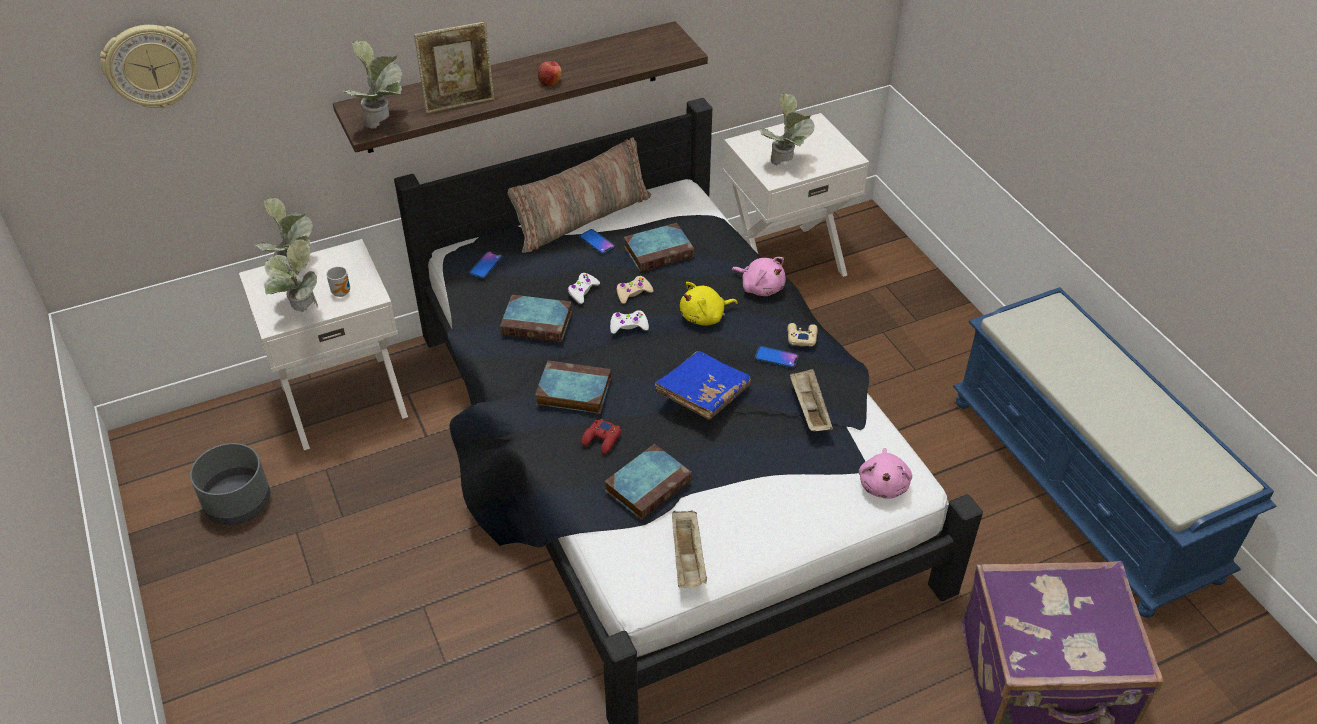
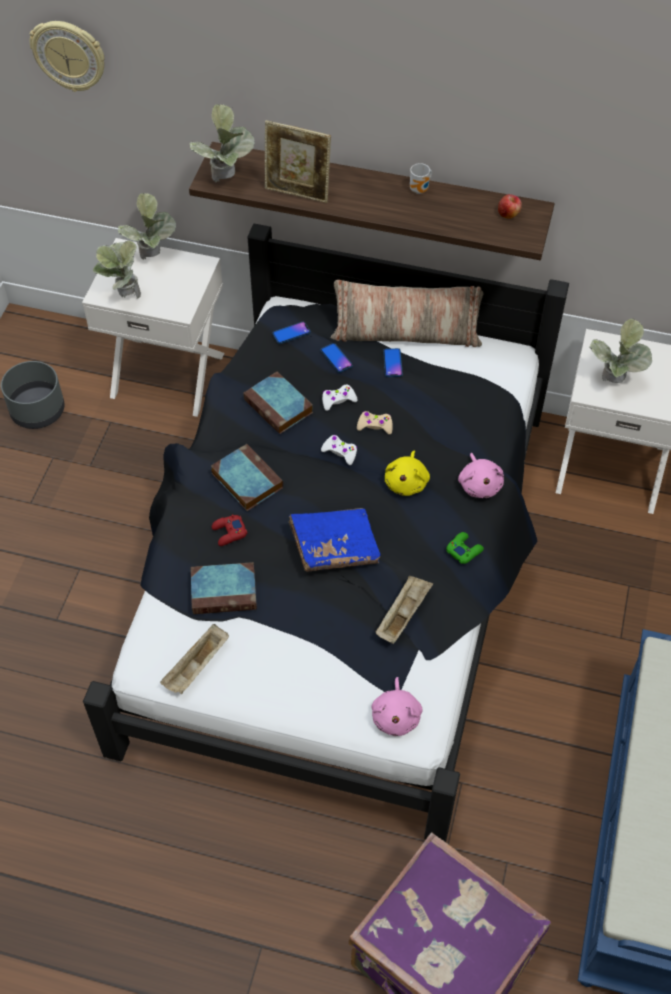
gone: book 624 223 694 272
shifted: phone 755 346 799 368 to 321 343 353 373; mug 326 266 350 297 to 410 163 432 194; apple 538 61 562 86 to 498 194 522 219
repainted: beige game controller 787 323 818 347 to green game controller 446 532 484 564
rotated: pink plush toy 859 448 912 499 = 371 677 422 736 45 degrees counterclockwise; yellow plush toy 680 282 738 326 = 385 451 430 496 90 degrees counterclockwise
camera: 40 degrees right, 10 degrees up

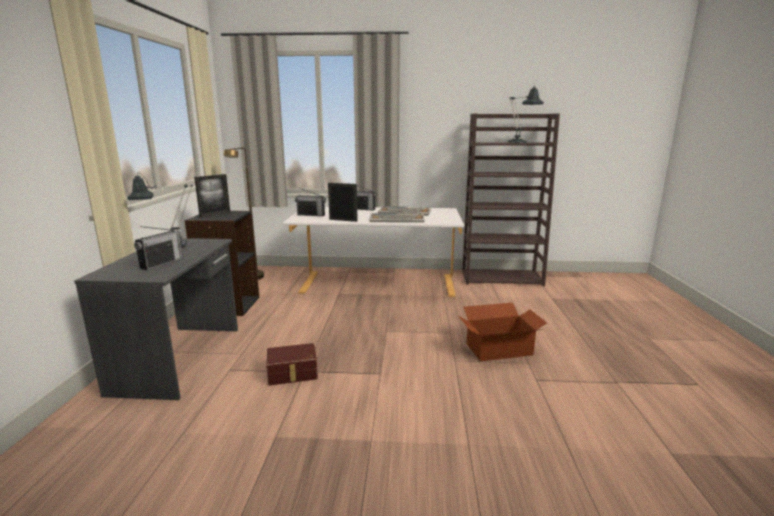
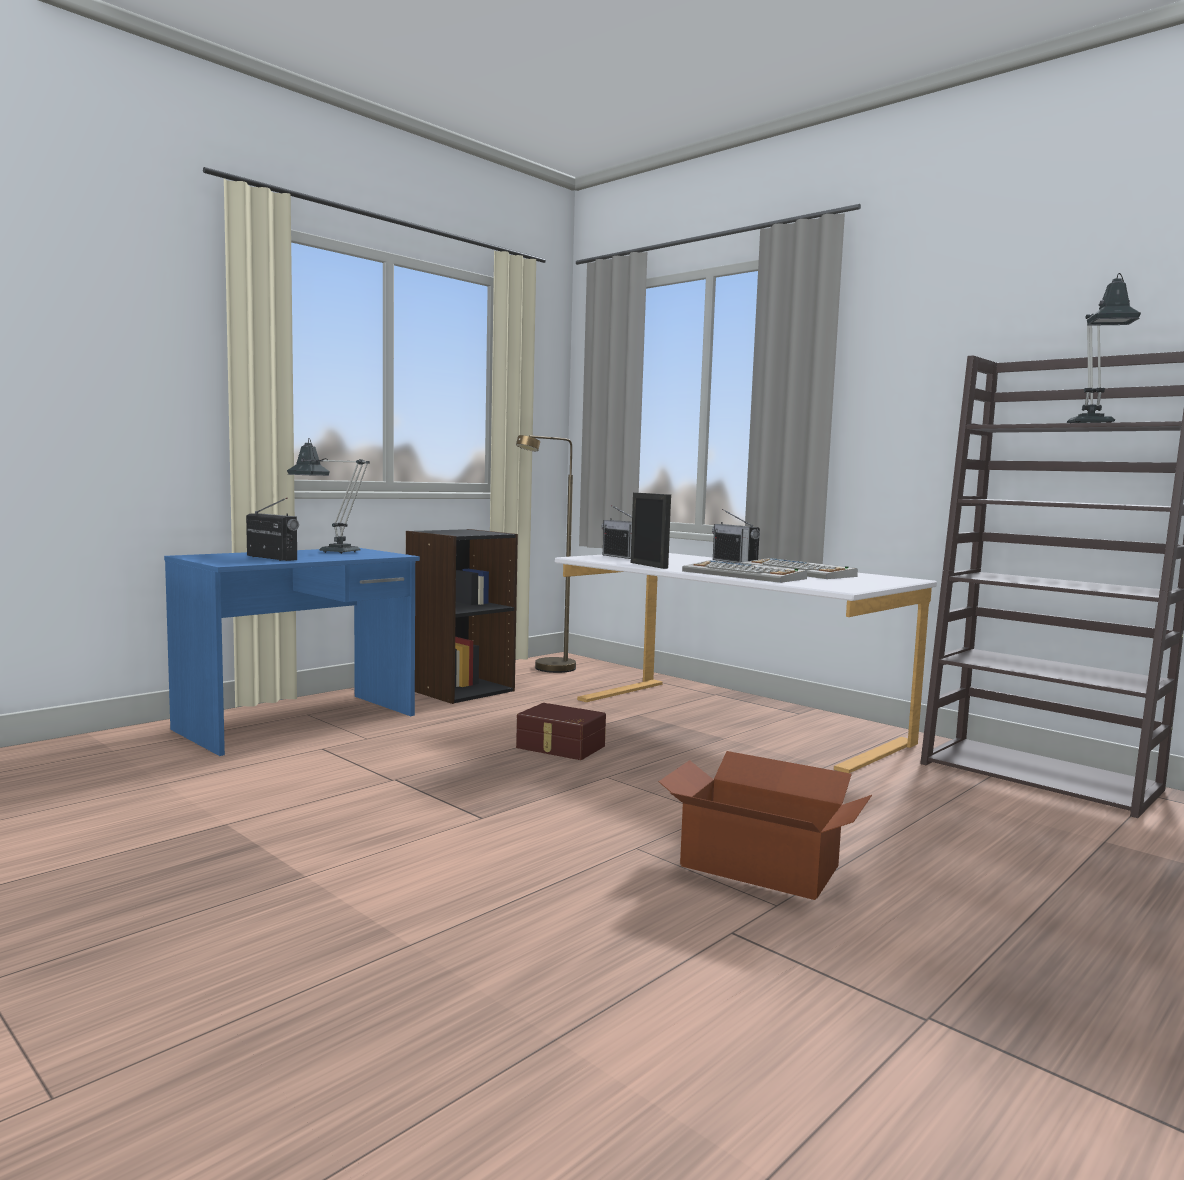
gone: picture frame 194 174 230 218
shifted: brown storage box 266 343 318 386 to 516 703 606 760
repainted: grey desk 74 238 238 400 to blue desk 164 548 420 756
rotated: radio 134 226 183 270 = 246 498 299 561 120 degrees counterclockwise
camera: 40 degrees right, 10 degrees down

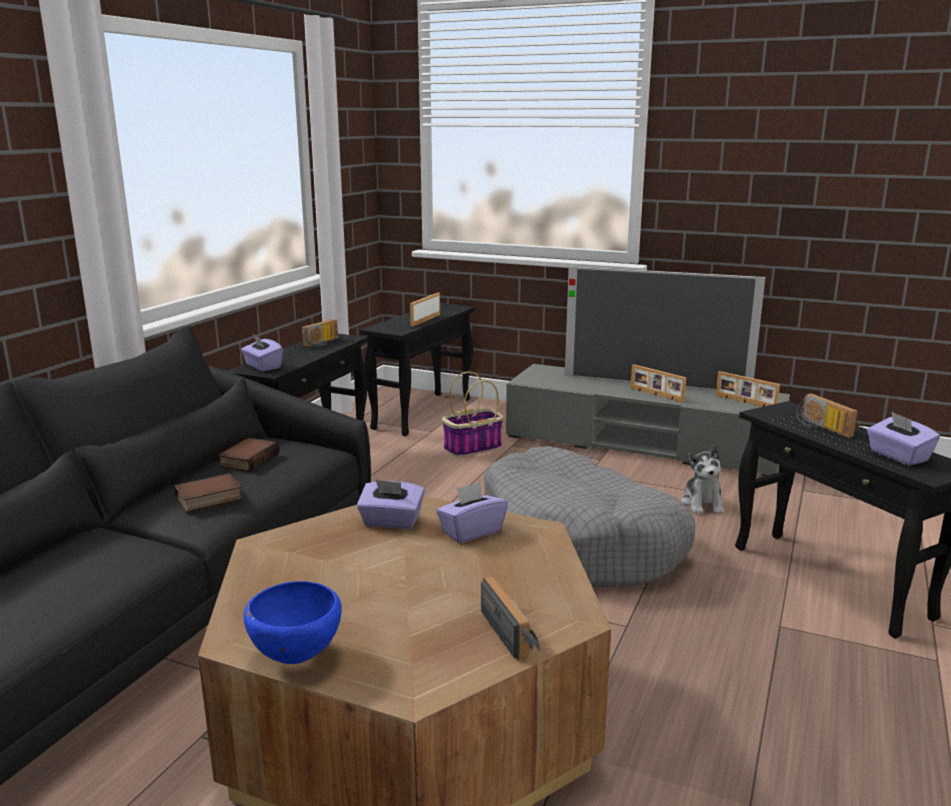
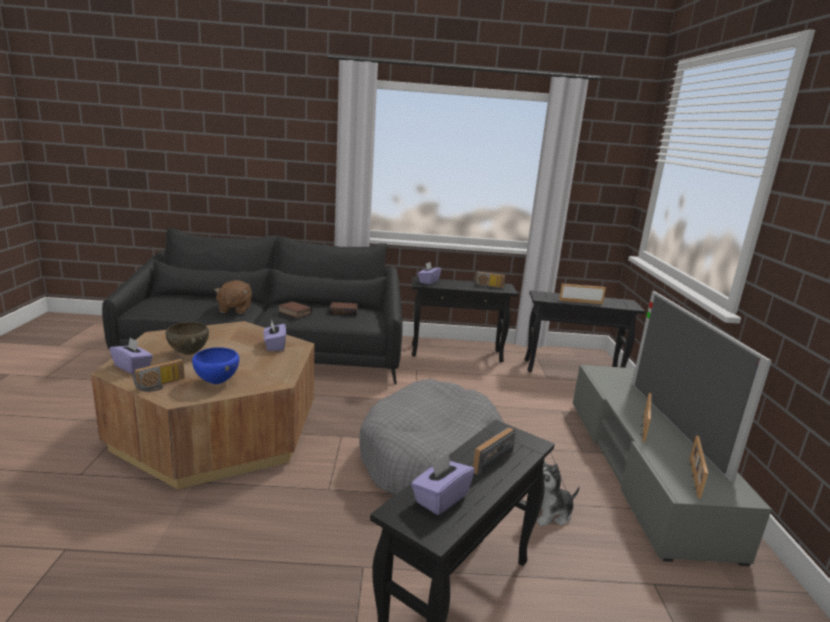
gone: basket 442 372 503 457
new: brown bowl 166 322 209 355; brown plush toy 214 280 252 314
shifted: purple tissue box 436 482 508 543 to 110 337 153 374; blue bowl 244 581 342 664 to 192 347 239 384
camera: 65 degrees right, 0 degrees up

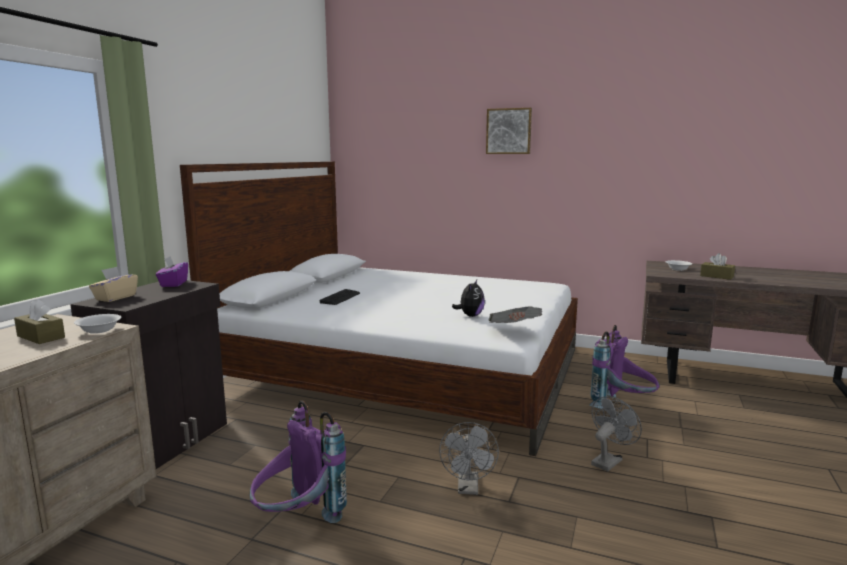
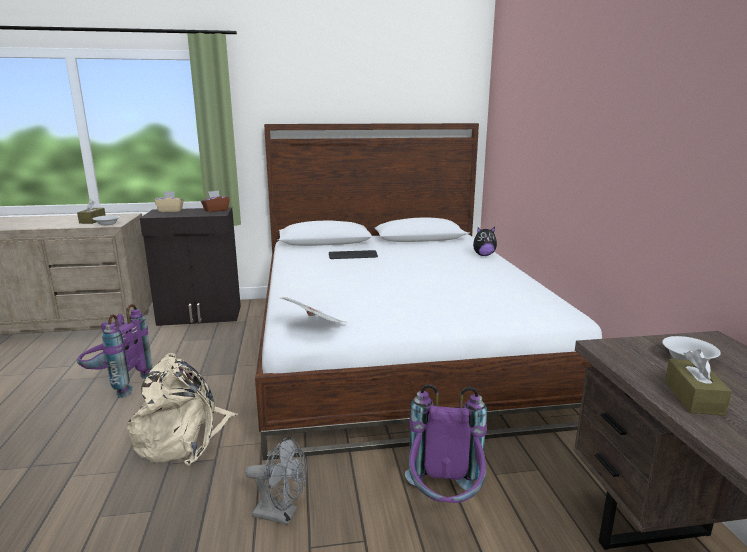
gone: picture 486 108 532 154
shifted: plush toy 452 280 485 317 to 473 227 497 256
swapped: grey fan 439 422 499 495 to beige backpack 127 353 238 466
repainted: purple tissue box 156 256 188 287 to brown tissue box 201 190 230 212
camera: 60 degrees right, 5 degrees up

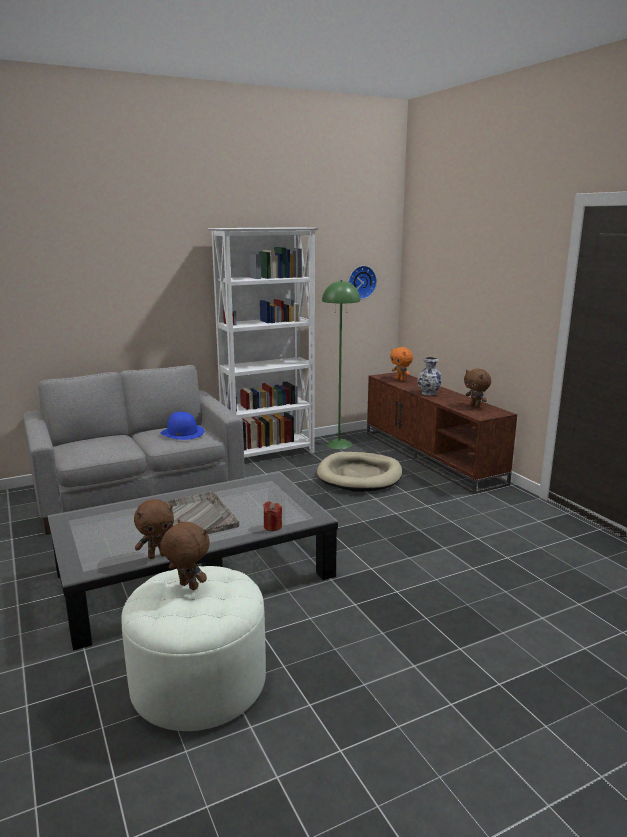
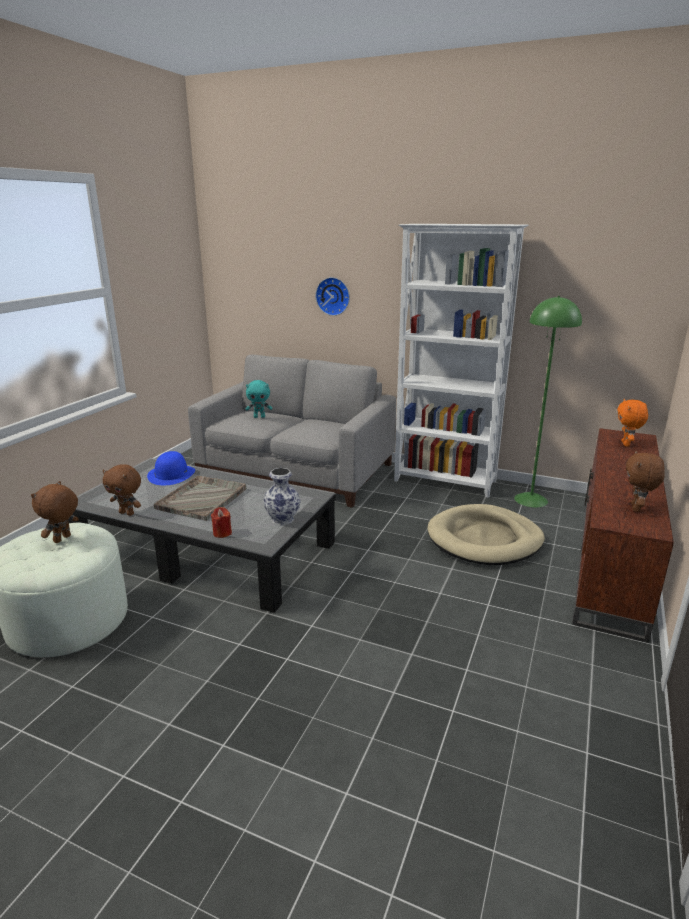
new: turquoise plush toy 246 380 272 418
shifted: blue hat 161 412 204 440 to 147 451 195 485; vase 418 357 442 396 to 263 468 301 525; wall clock 348 266 377 299 to 315 277 350 316
rotated: brown plush toy 161 519 210 590 = 31 481 79 543 150 degrees counterclockwise
camera: 50 degrees right, 5 degrees up

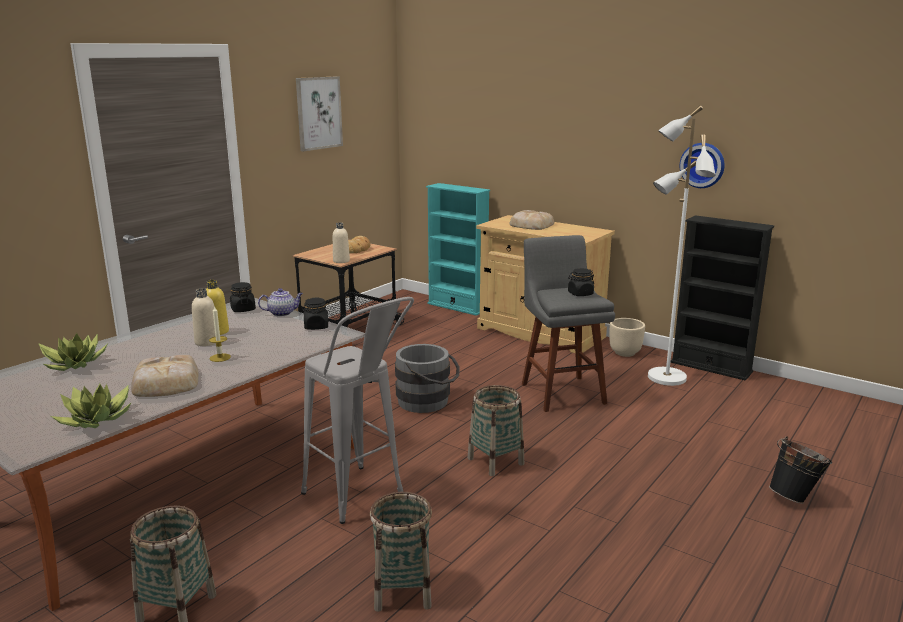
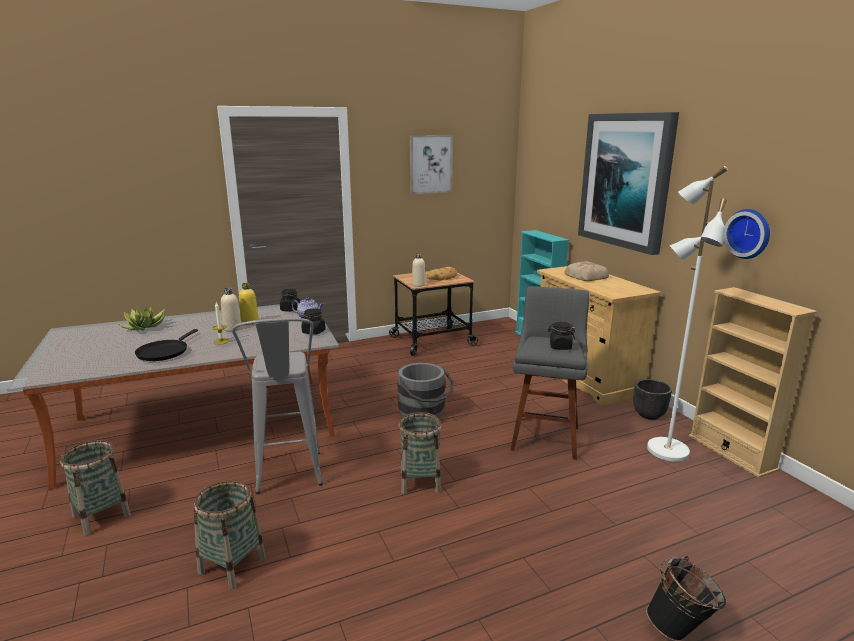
gone: potted plant 51 384 132 428
new: picture 578 112 679 255
swapped: bread 131 355 199 397 to black frying pan 135 329 198 361
repainted: beige planter 609 318 645 357 to black planter 633 379 672 420; black bookcase 671 215 774 381 to beige bookcase 689 287 817 478
camera: 30 degrees right, 0 degrees up

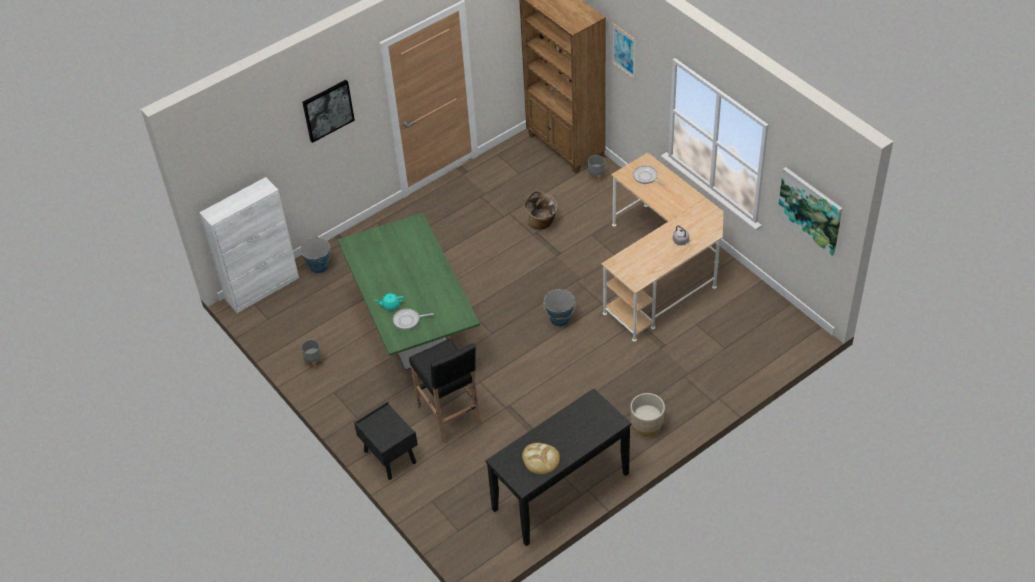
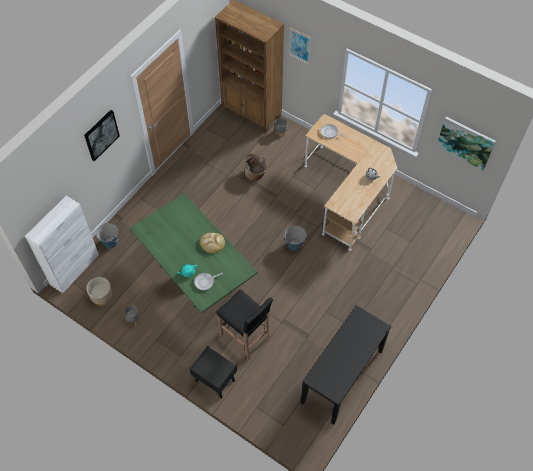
shifted: beige planter 630 393 665 437 to 86 277 112 306; bread 522 443 560 474 to 200 233 225 253
camera: 20 degrees left, 10 degrees up

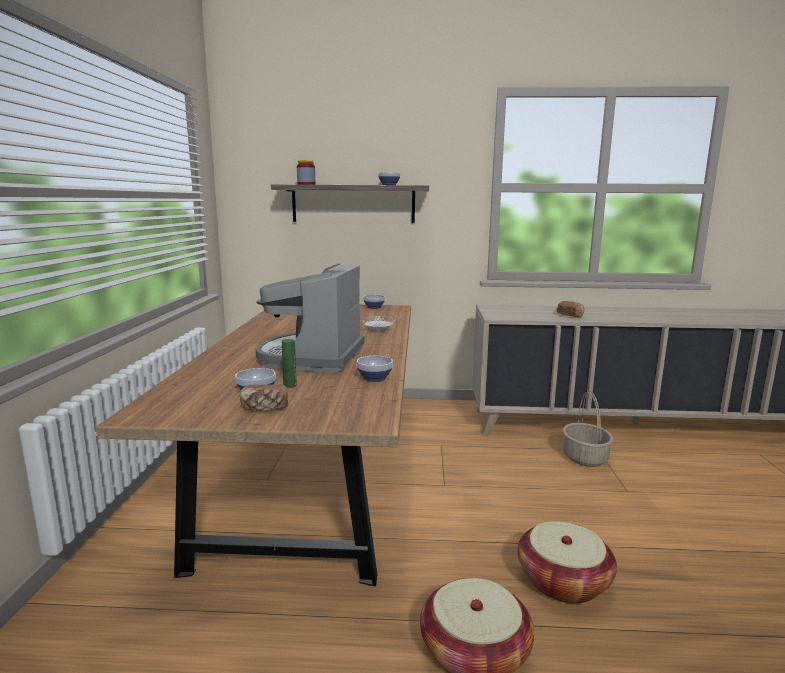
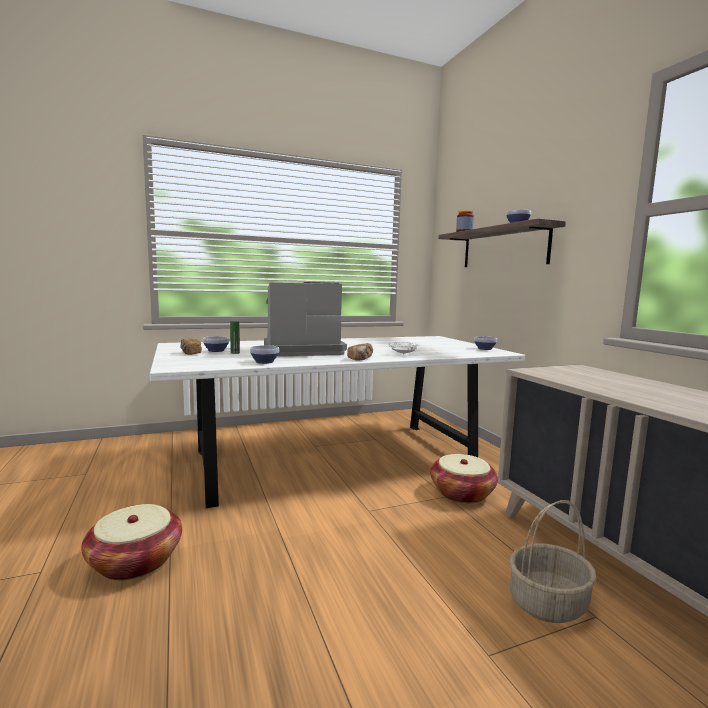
shifted: bread 556 301 585 317 to 347 343 373 361; basket 518 521 617 604 to 430 454 498 504
repainted: brown dining table 96 305 411 586 to white dining table 150 336 525 508
camera: 65 degrees right, 5 degrees down

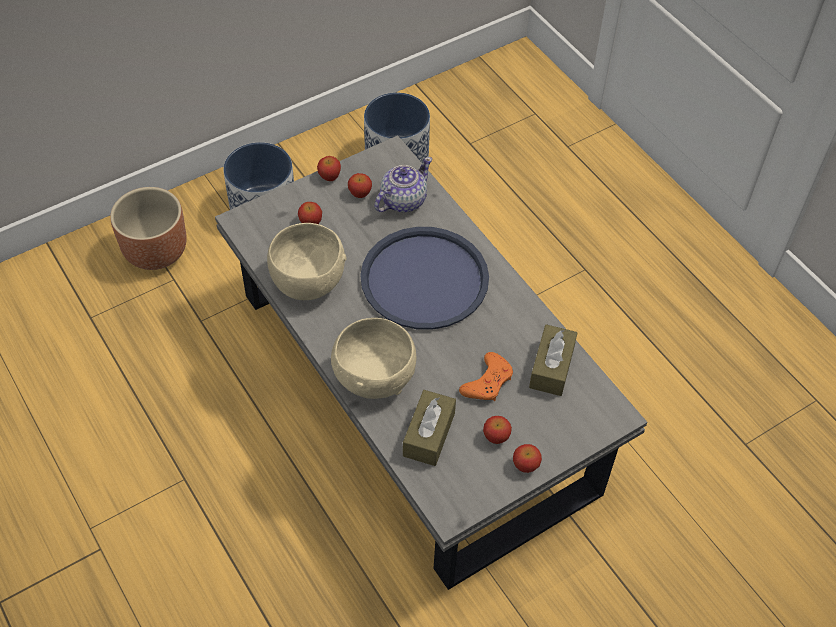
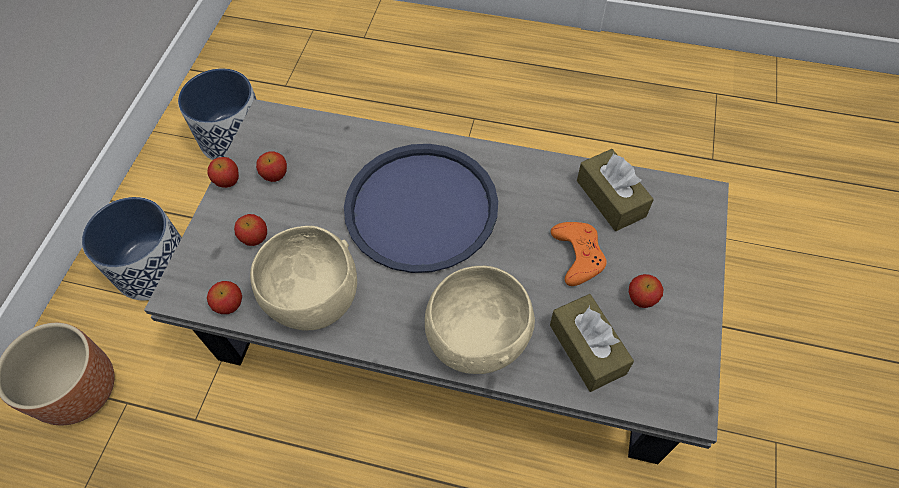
gone: teapot 374 157 432 212
shifted: apple 513 444 542 473 to 207 281 242 314
camera: 40 degrees left, 5 degrees up

